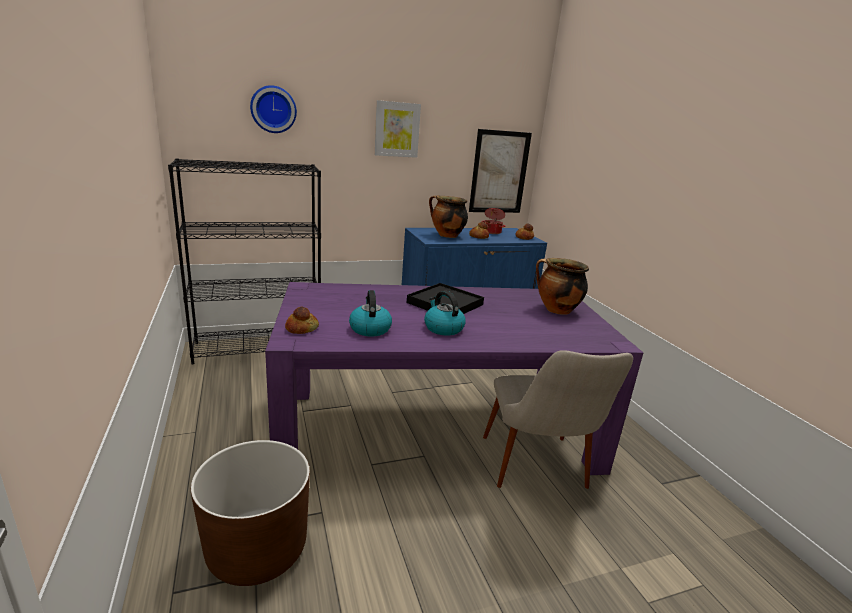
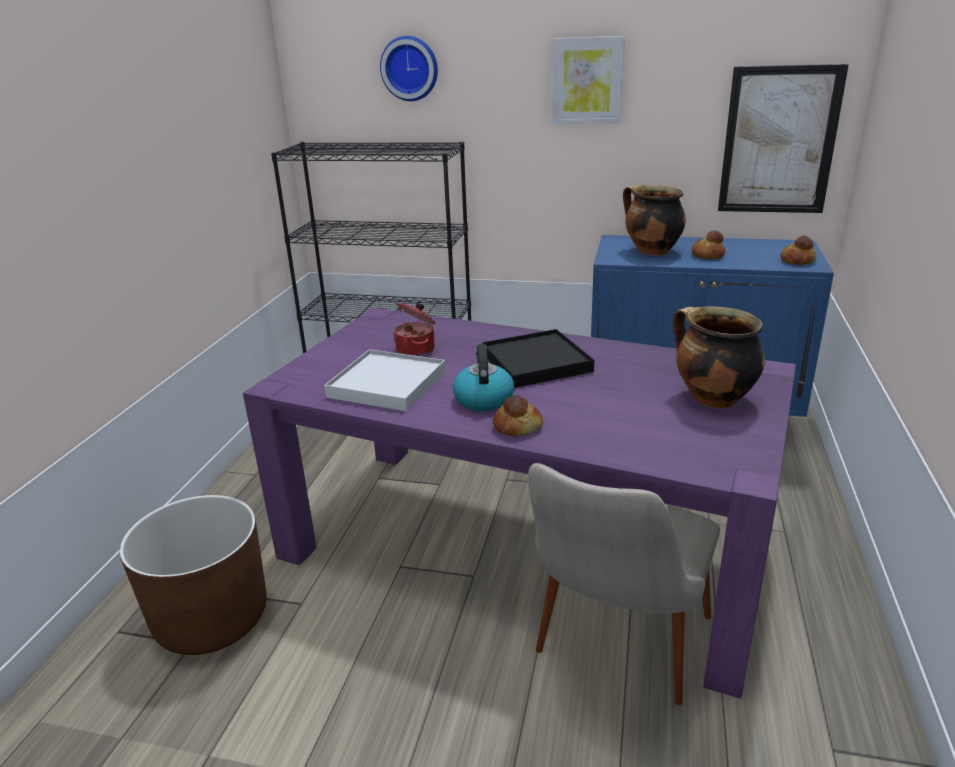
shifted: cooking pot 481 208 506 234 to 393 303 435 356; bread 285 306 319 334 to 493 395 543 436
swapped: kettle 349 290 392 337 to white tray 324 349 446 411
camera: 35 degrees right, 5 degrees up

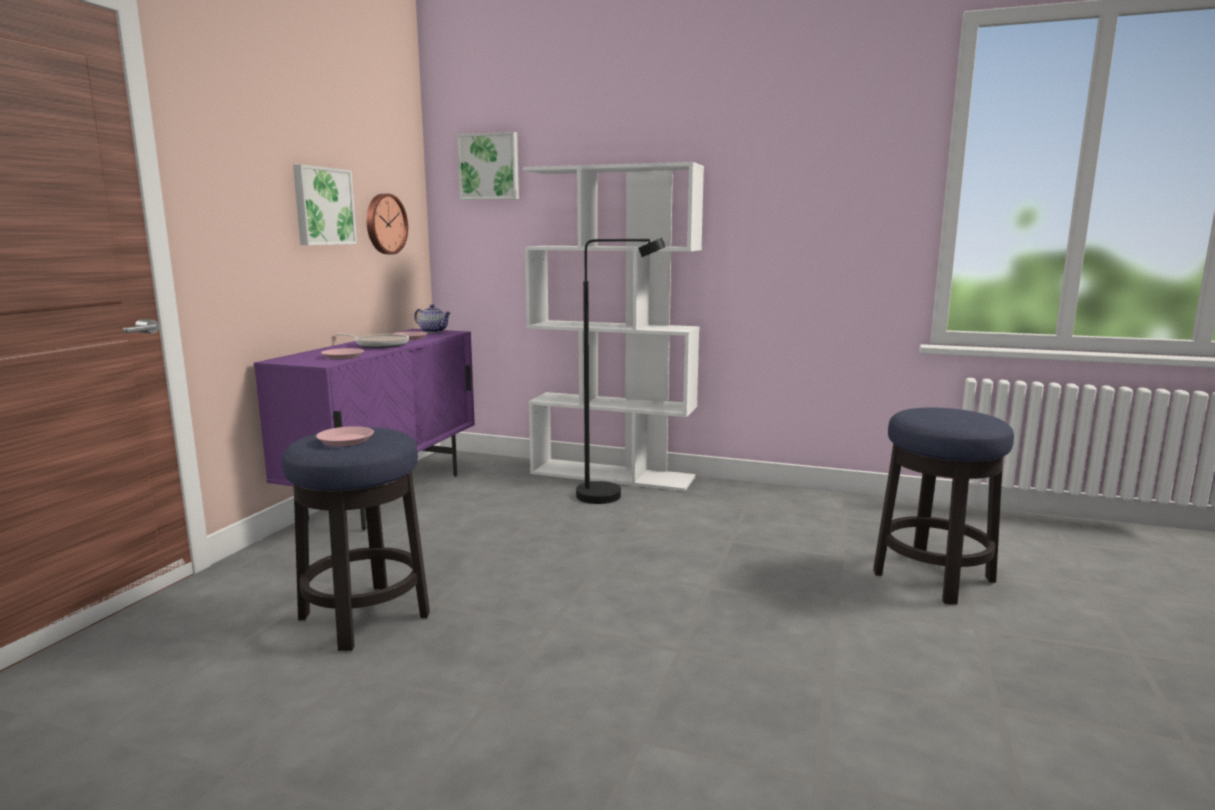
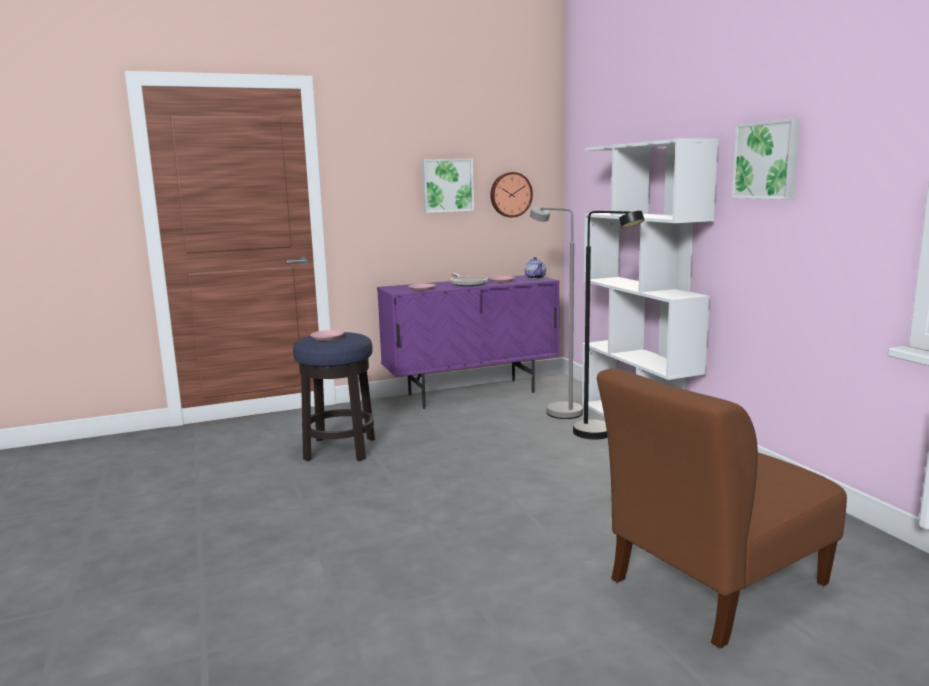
new: grey floor lamp 530 207 583 419
shifted: picture 457 132 519 200 to 732 119 800 199
swapped: stool 873 407 1014 605 to brown chair 597 368 847 648
camera: 50 degrees right, 0 degrees up

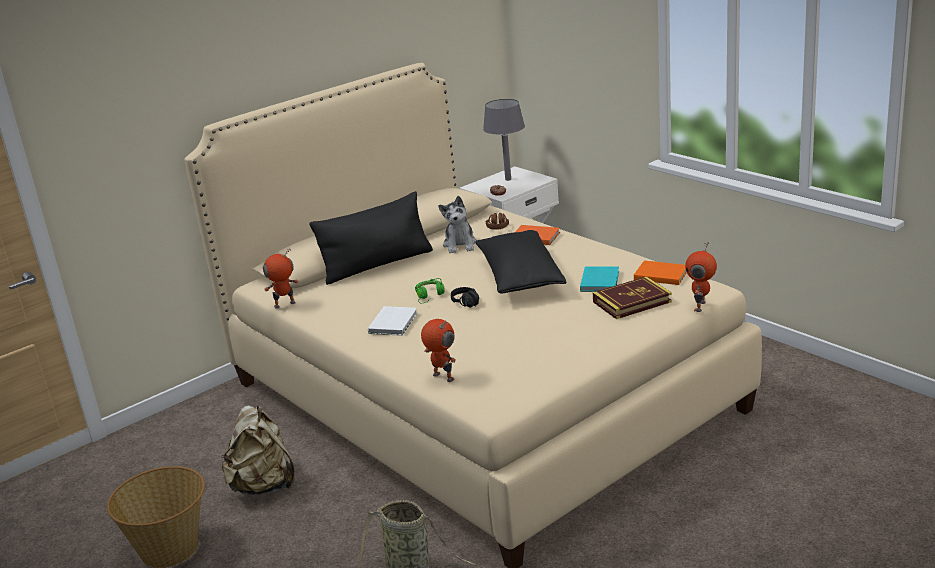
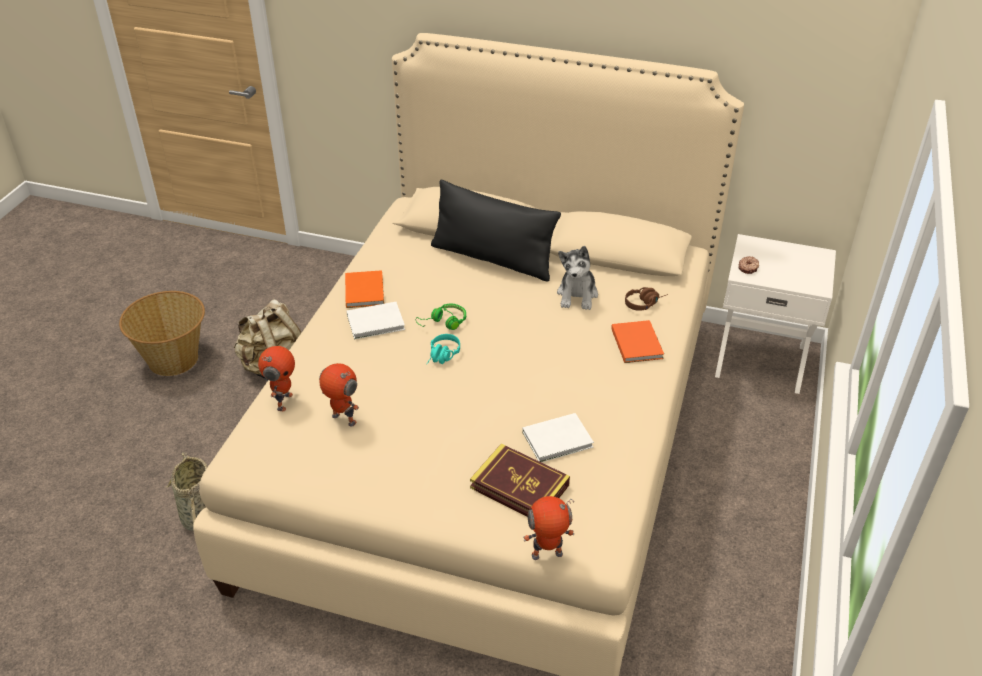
gone: black pillow 475 230 567 293; grey table lamp 483 99 525 181
shifted: toy robot 263 249 299 309 to 319 363 359 427; orange book 634 260 687 285 to 345 270 384 308
repainted: black headphones 451 287 479 308 to turquoise headphones 426 334 460 365; turquoise book 580 266 619 292 to white book 522 413 594 462
rotated: plush toy 438 196 476 253 = 557 246 598 310 45 degrees counterclockwise
camera: 55 degrees right, 15 degrees up

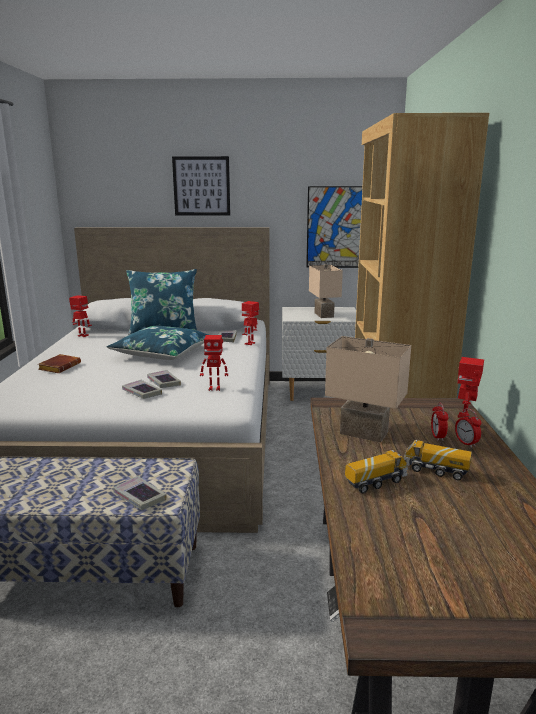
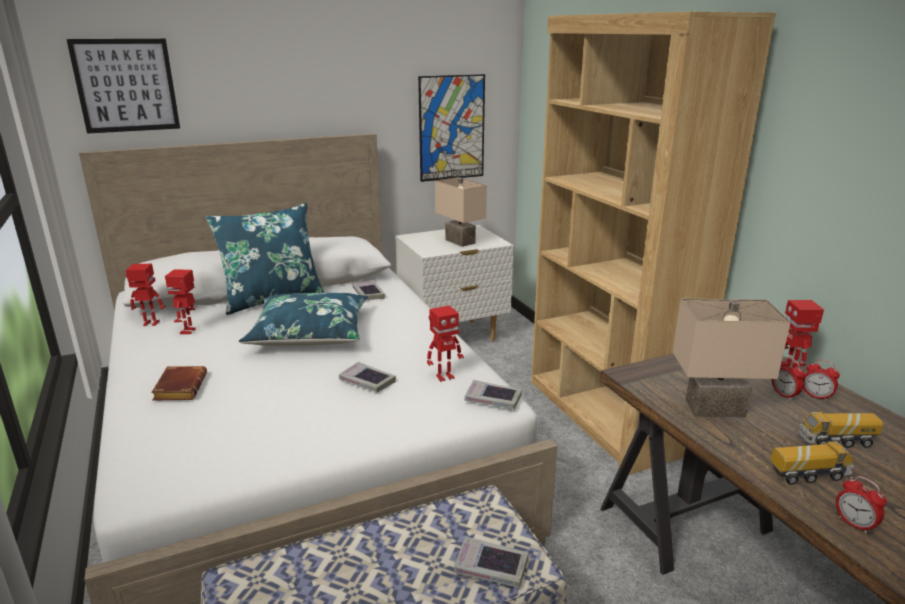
new: alarm clock 836 476 887 534
shifted: picture 172 156 230 216 to 66 39 180 134; toy robot 242 301 259 345 to 165 269 196 334; book 122 380 162 399 to 465 380 522 409
rotated: toy truck 345 450 408 493 = 771 441 854 485 45 degrees clockwise
camera: 25 degrees left, 5 degrees up

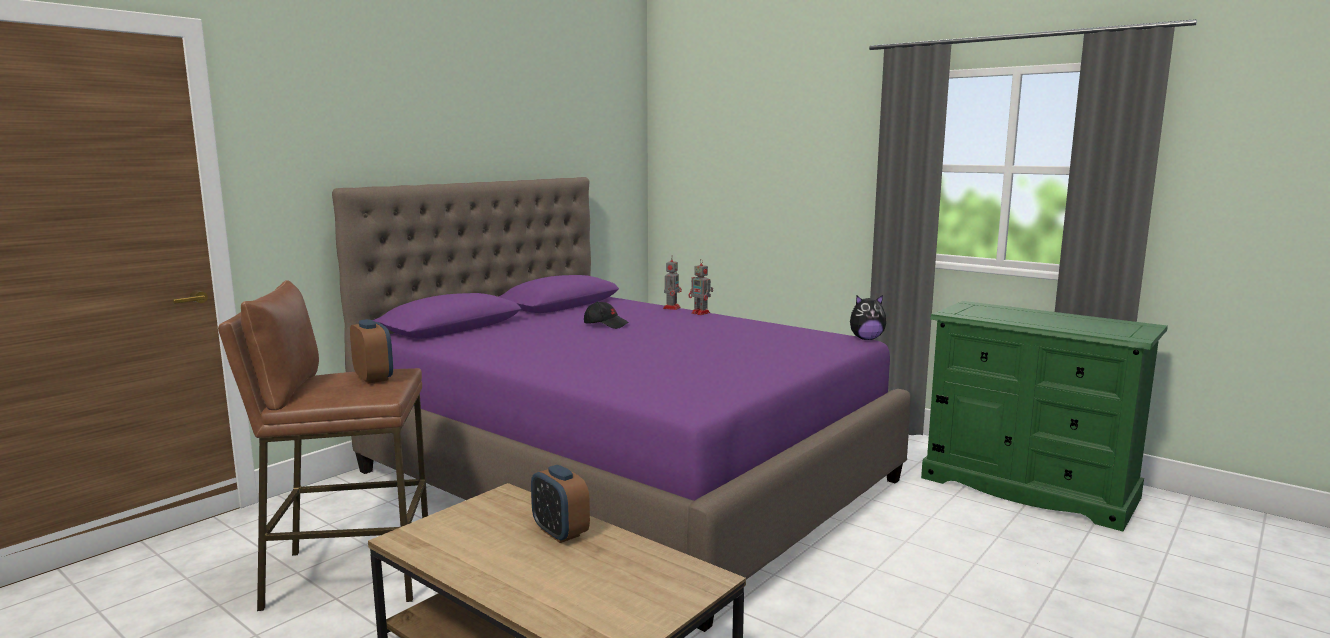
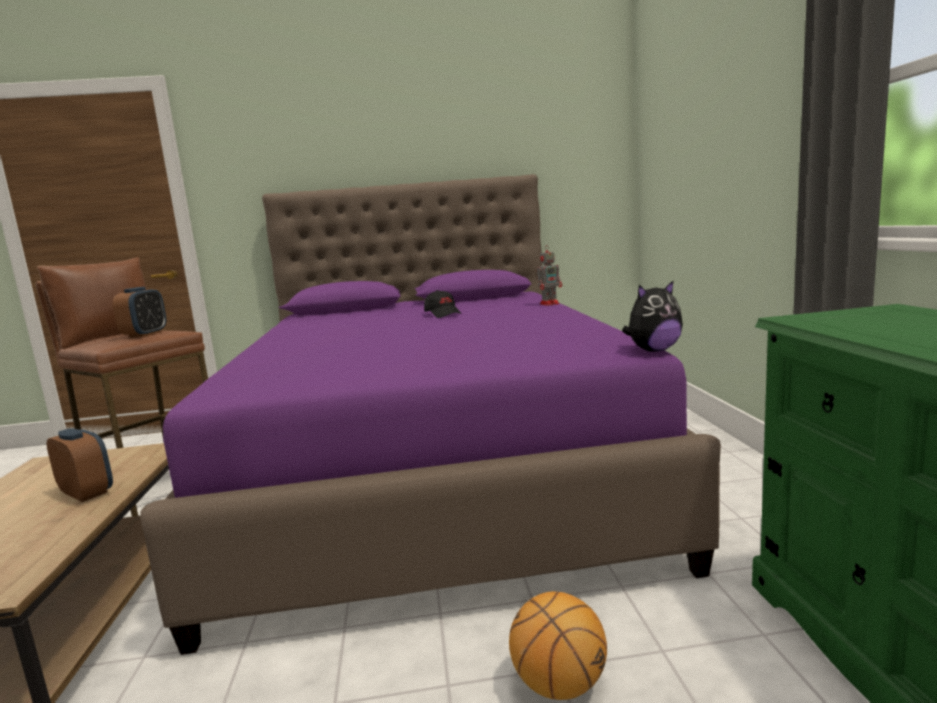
gone: toy robot 688 259 713 315
new: basketball 509 591 607 700
rotated: alarm clock 531 465 590 543 = 47 428 113 502 120 degrees clockwise; plush toy 850 295 886 340 = 622 280 683 352 60 degrees counterclockwise
camera: 45 degrees right, 0 degrees up

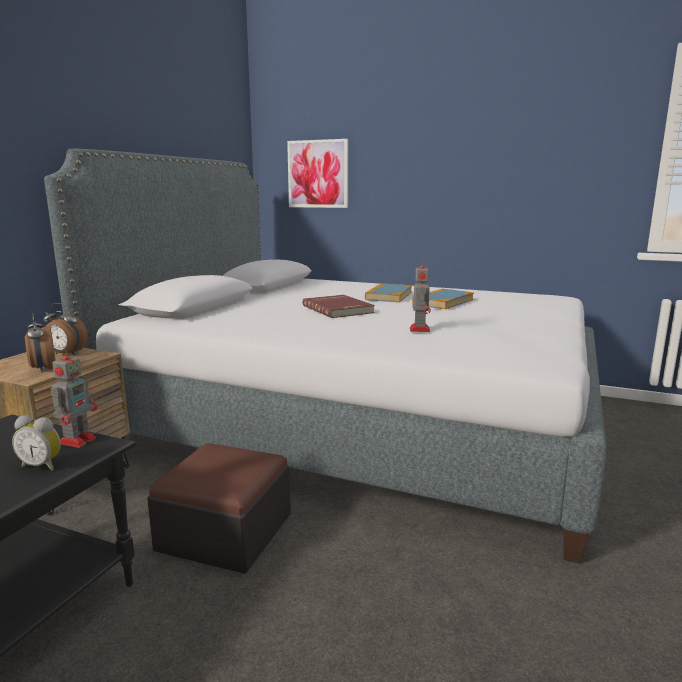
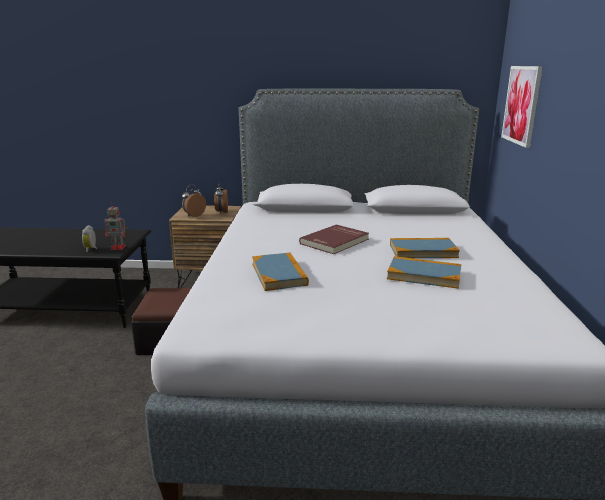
swapped: toy robot 410 259 431 332 to book 252 253 309 291
camera: 70 degrees right, 5 degrees up

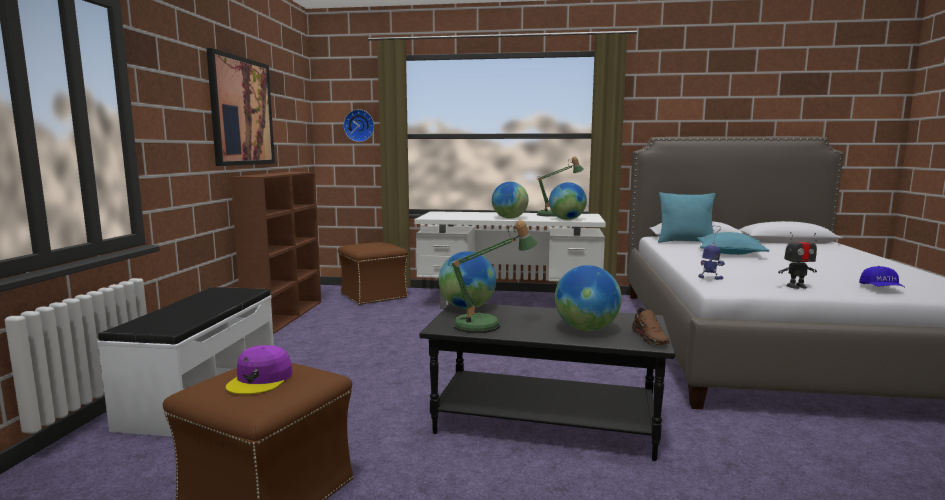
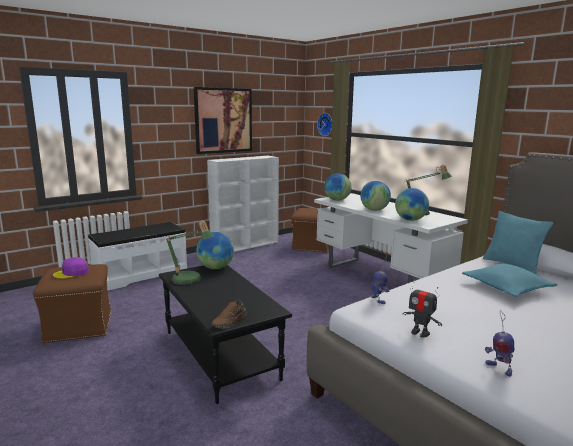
shifted: globe 555 265 622 331 to 324 173 352 201
swapped: blue cap 859 266 905 287 to toy robot 485 310 514 377
repainted: brown bookcase 231 172 321 334 to white bookcase 207 156 279 252
camera: 45 degrees right, 5 degrees up

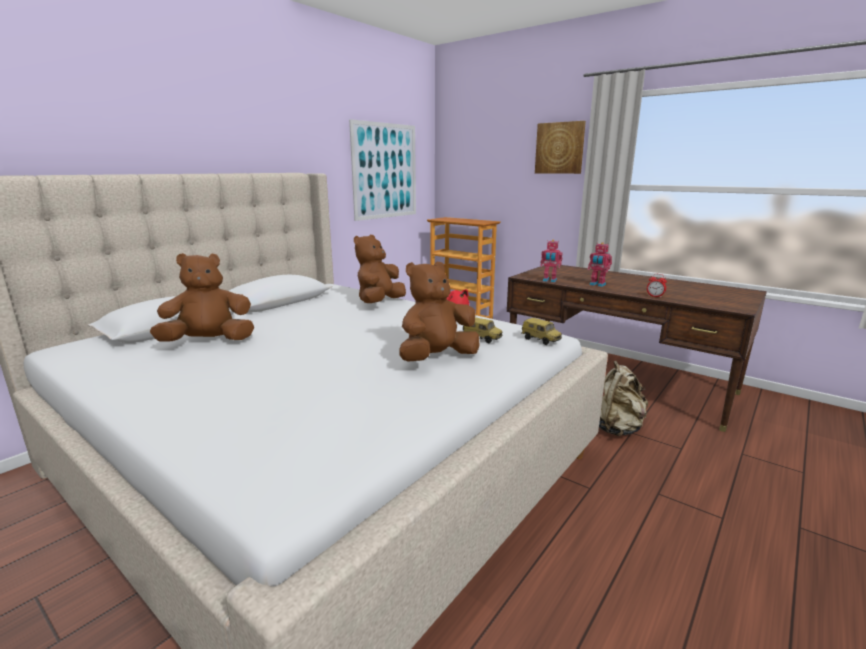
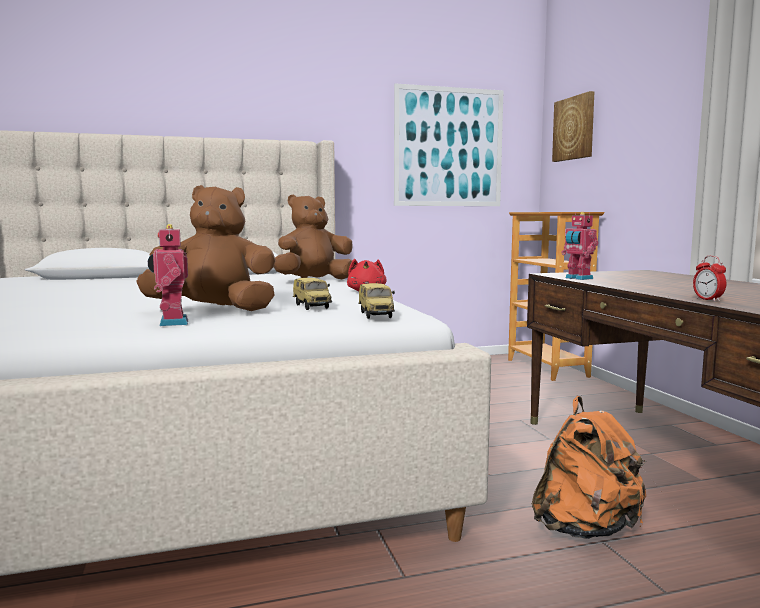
gone: brown plush toy 150 253 254 342
shifted: toy robot 588 242 612 287 to 148 224 188 326; picture 535 121 586 174 to 552 91 595 162
repainted: beige backpack 599 361 648 436 to orange backpack 532 396 646 539
camera: 35 degrees right, 10 degrees down

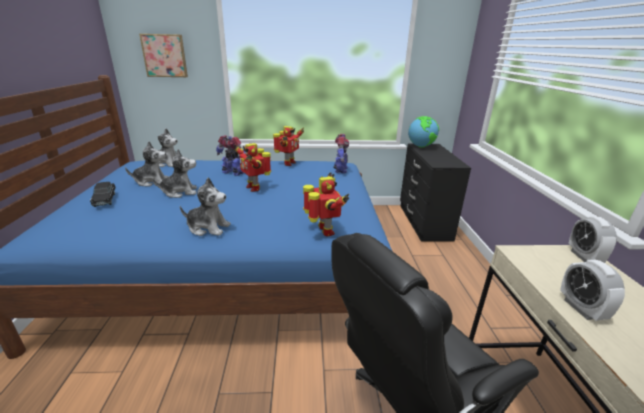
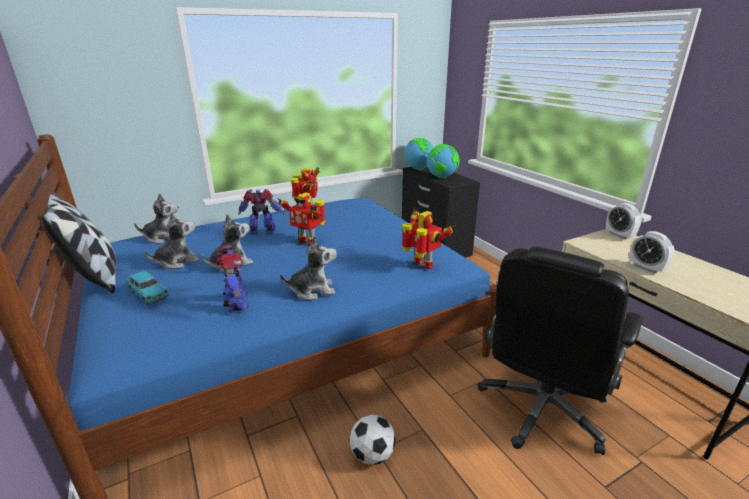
gone: picture 139 34 188 77
new: pillow 41 194 116 293; football 349 414 396 465; globe 427 144 460 178
shifted: toy robot 333 134 349 174 to 216 245 249 313
repainted: black toy car 90 182 116 207 to turquoise toy car 125 271 169 305
camera: 25 degrees left, 0 degrees up

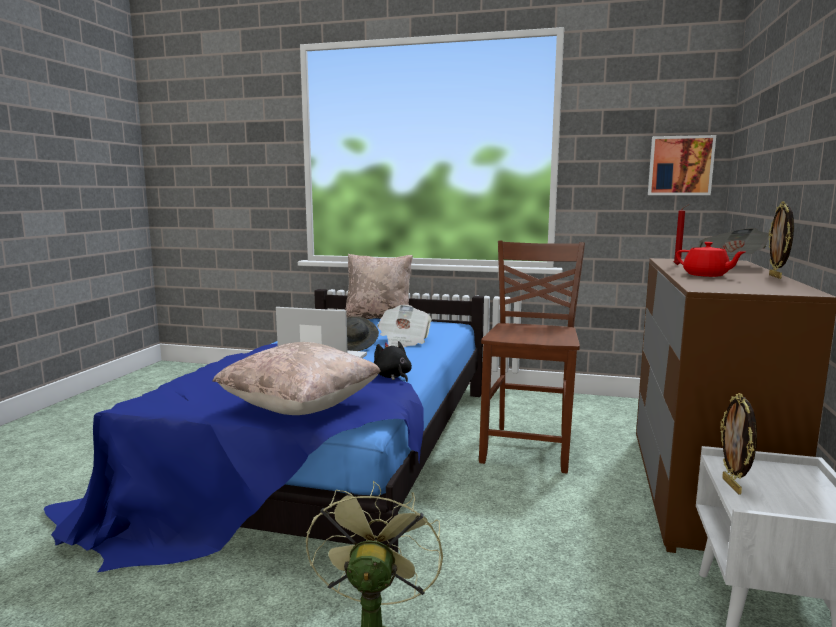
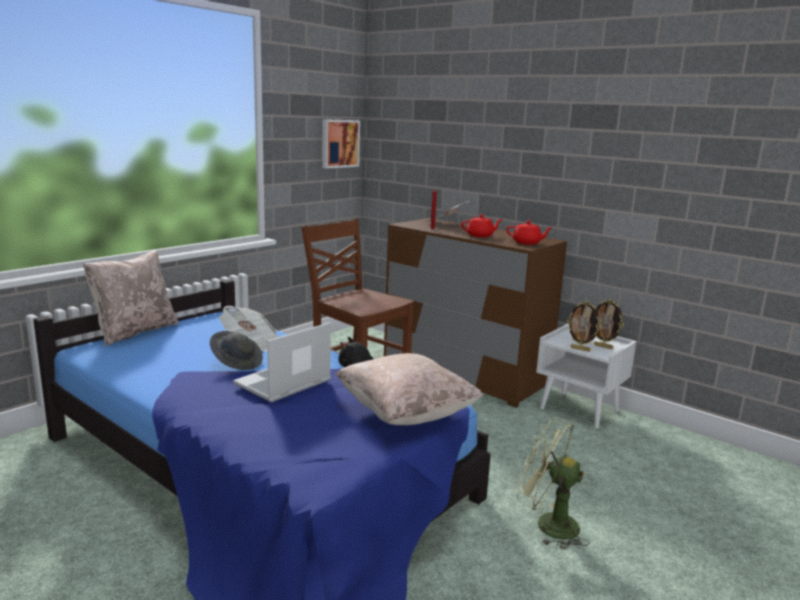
new: red teapot 506 221 553 245
shifted: picture frame 769 201 794 279 to 594 299 624 349
camera: 65 degrees left, 5 degrees up

